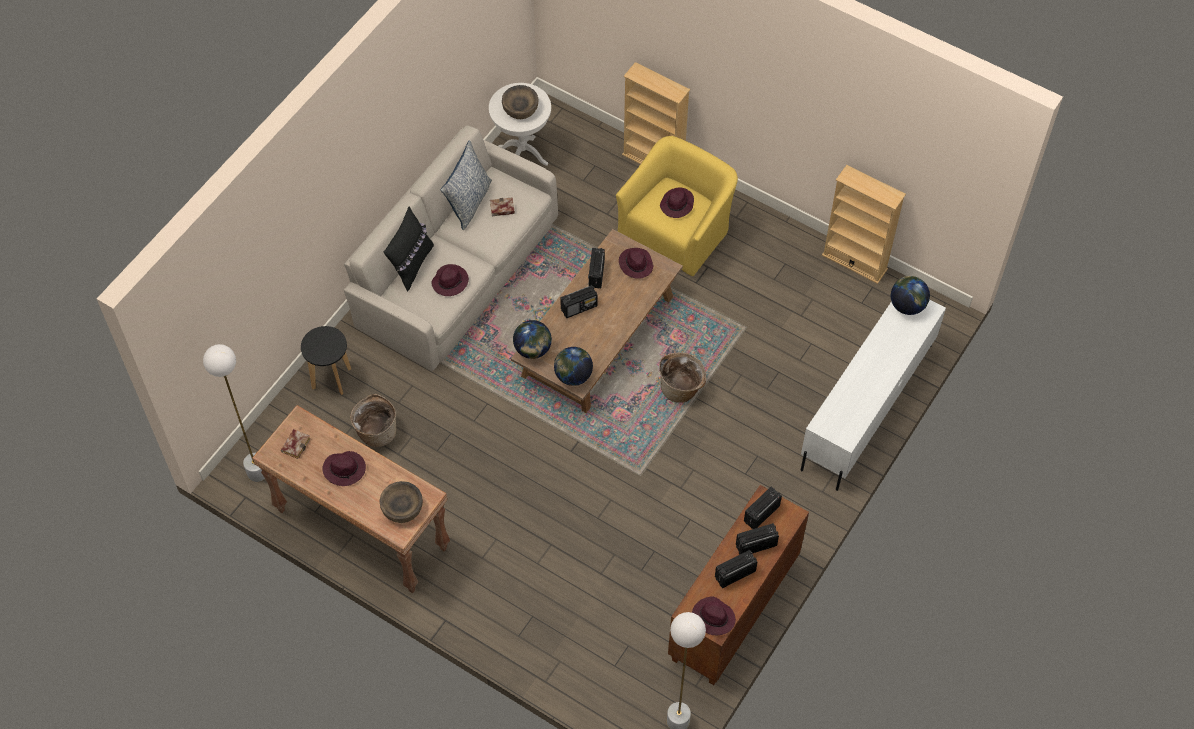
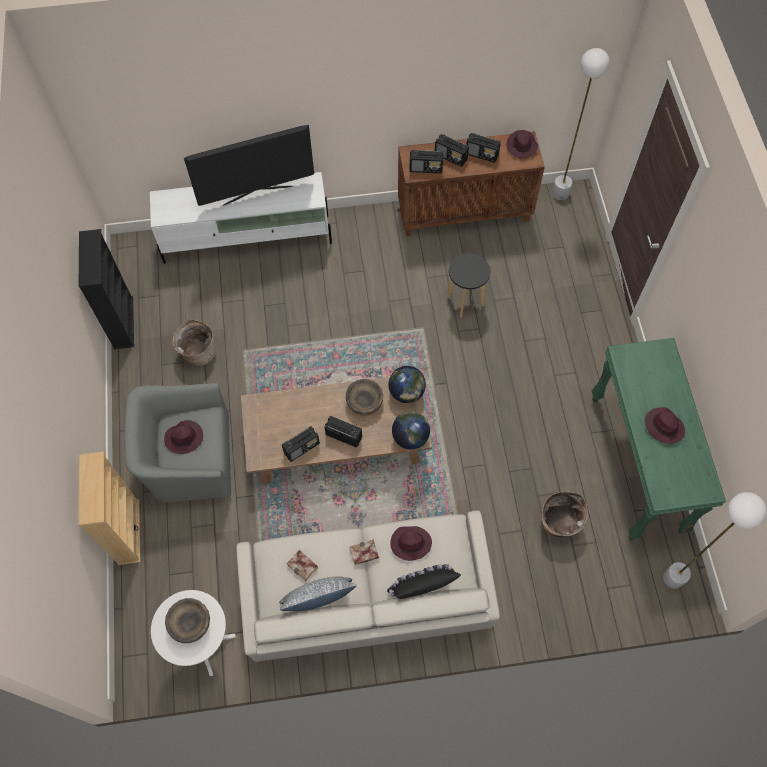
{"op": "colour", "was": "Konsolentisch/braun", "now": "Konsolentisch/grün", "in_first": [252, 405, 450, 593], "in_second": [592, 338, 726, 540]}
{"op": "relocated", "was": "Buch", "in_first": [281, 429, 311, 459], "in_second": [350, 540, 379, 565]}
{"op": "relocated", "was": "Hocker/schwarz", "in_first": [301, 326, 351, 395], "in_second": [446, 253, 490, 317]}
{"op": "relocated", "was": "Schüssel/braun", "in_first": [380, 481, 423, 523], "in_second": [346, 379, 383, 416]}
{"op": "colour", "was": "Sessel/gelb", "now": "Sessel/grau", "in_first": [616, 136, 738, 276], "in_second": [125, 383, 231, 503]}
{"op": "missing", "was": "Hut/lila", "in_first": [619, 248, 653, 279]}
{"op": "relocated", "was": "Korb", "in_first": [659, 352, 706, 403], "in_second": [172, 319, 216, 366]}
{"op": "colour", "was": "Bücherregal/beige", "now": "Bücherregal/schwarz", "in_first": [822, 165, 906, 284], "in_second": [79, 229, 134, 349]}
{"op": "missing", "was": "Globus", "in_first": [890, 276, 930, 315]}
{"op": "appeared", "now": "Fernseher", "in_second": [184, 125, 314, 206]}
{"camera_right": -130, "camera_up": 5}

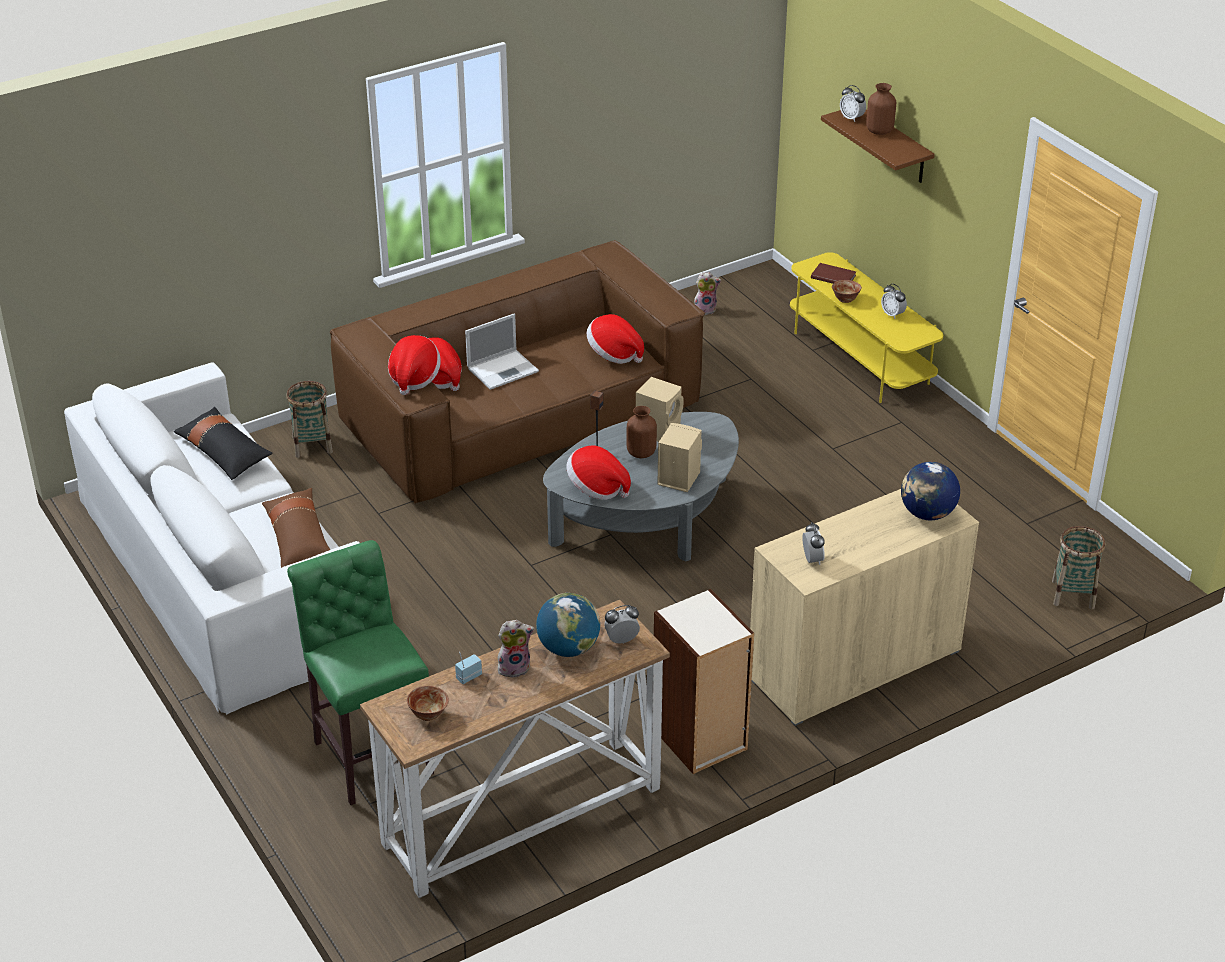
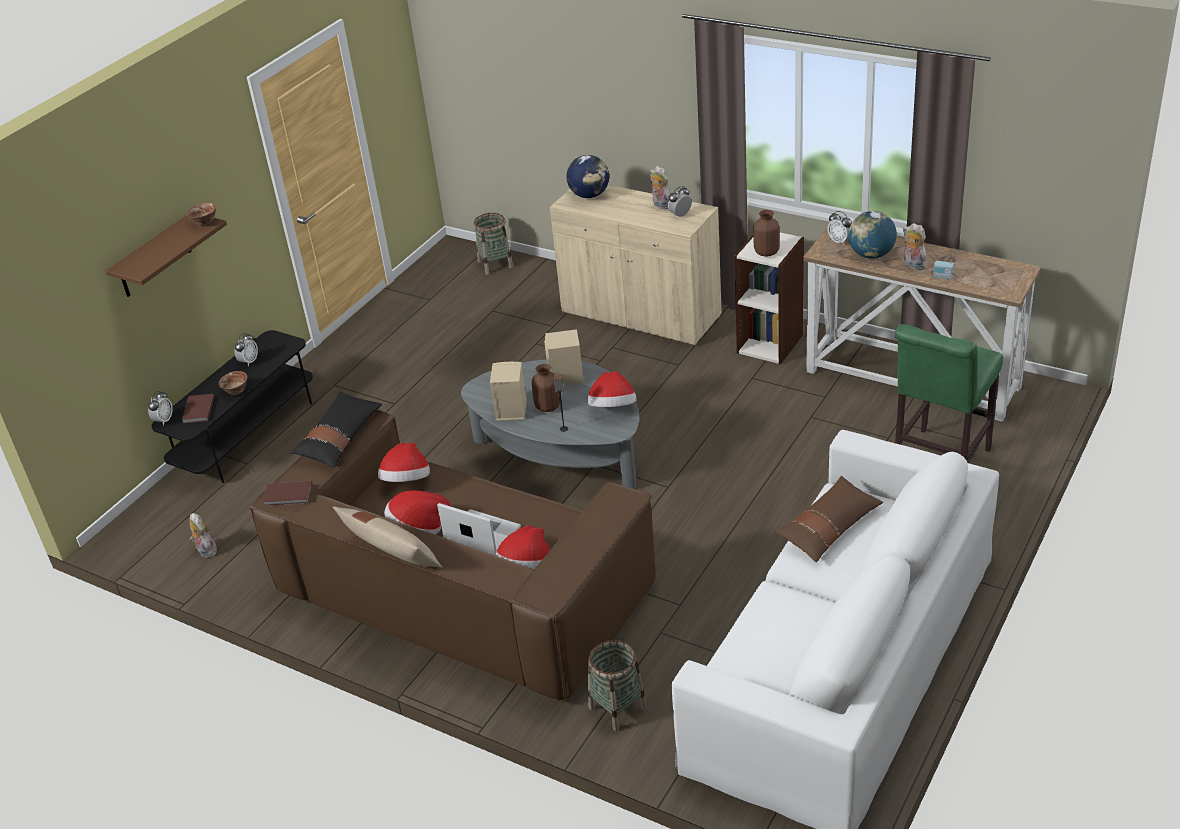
{"op": "relocated", "was": "Kissen/schwarz", "in_first": [174, 407, 273, 480], "in_second": [291, 392, 382, 468]}
{"op": "relocated", "was": "Hut", "in_first": [388, 335, 441, 395], "in_second": [384, 490, 451, 534]}
{"op": "relocated", "was": "Schüssel", "in_first": [407, 686, 449, 721], "in_second": [186, 203, 216, 226]}
{"op": "colour", "was": "Fernsehschrank/gelb", "now": "Fernsehschrank/schwarz", "in_first": [790, 252, 943, 403], "in_second": [152, 330, 313, 483]}
{"op": "relocated", "was": "Wecker", "in_first": [840, 85, 866, 122], "in_second": [148, 391, 173, 425]}
{"op": "relocated", "was": "Vase/braun", "in_first": [866, 83, 896, 135], "in_second": [753, 210, 780, 257]}
{"op": "appeared", "now": "Buch/braun", "in_second": [263, 481, 313, 506]}
{"op": "appeared", "now": "Kissen/beige", "in_second": [333, 507, 442, 568]}
{"op": "appeared", "now": "Plüschtier", "in_second": [650, 166, 671, 209]}
{"camera_right": -115, "camera_up": 0}

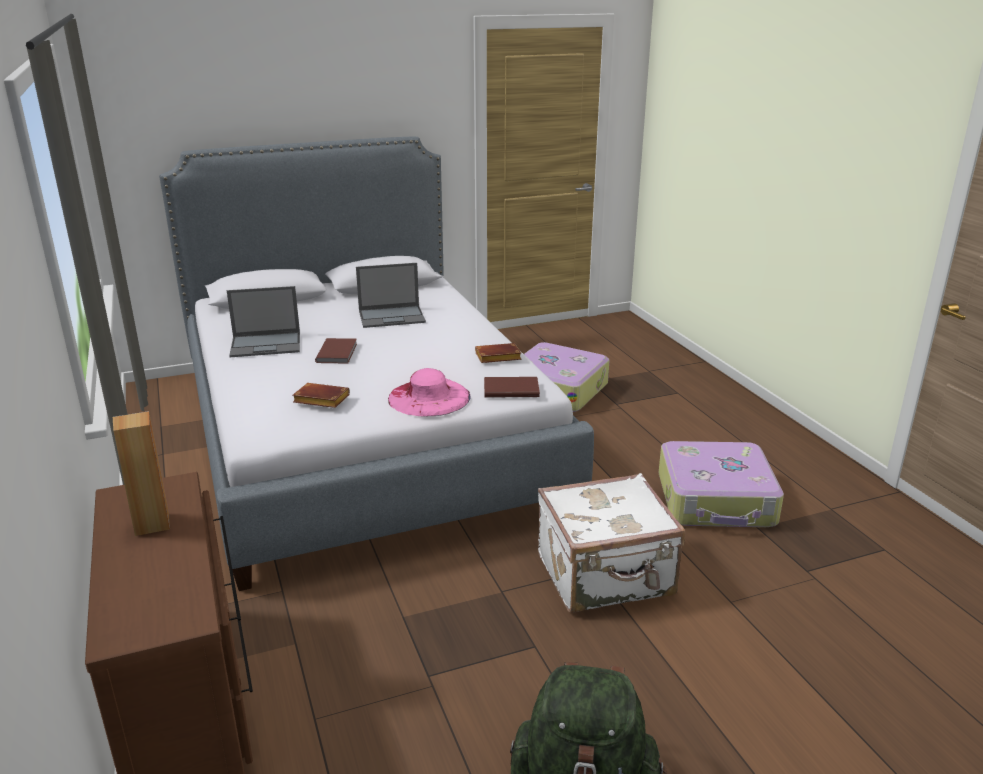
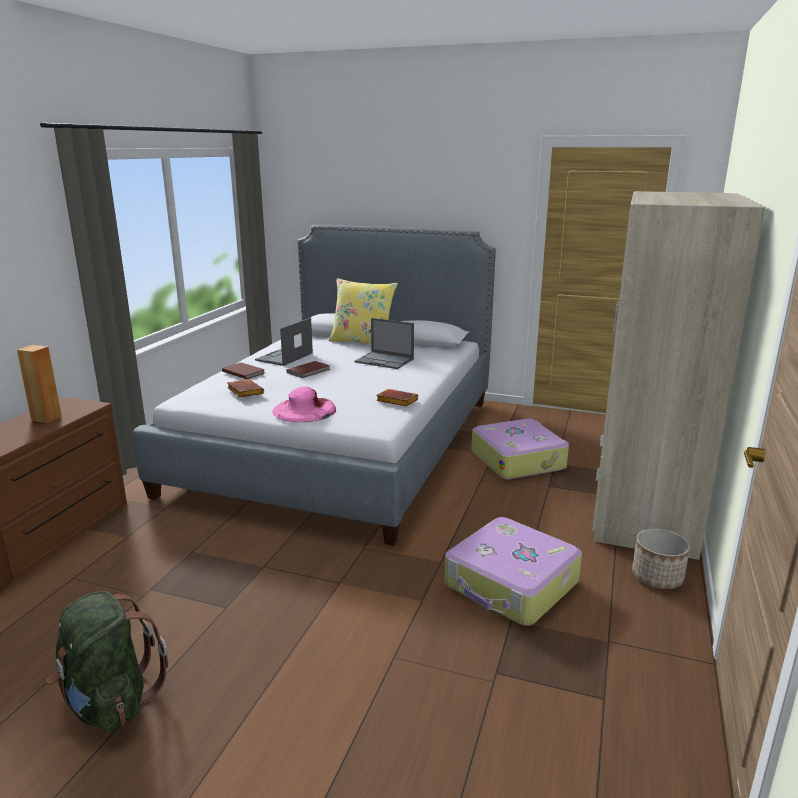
{"op": "spun", "was": "Laptop", "in_first": [227, 286, 300, 357], "in_second": [255, 318, 313, 366], "clockwise": 90}
{"op": "relocated", "was": "Buch/braun", "in_first": [484, 377, 540, 398], "in_second": [222, 362, 265, 379]}
{"op": "missing", "was": "Koffer/weiß", "in_first": [538, 473, 685, 613]}
{"op": "appeared", "now": "Kissen/gelb", "in_second": [328, 278, 398, 344]}
{"op": "appeared", "now": "Kleiderschrank/beige", "in_second": [592, 191, 765, 560]}
{"op": "appeared", "now": "Pflanzkübel", "in_second": [632, 528, 690, 589]}
{"camera_right": 40, "camera_up": -5}

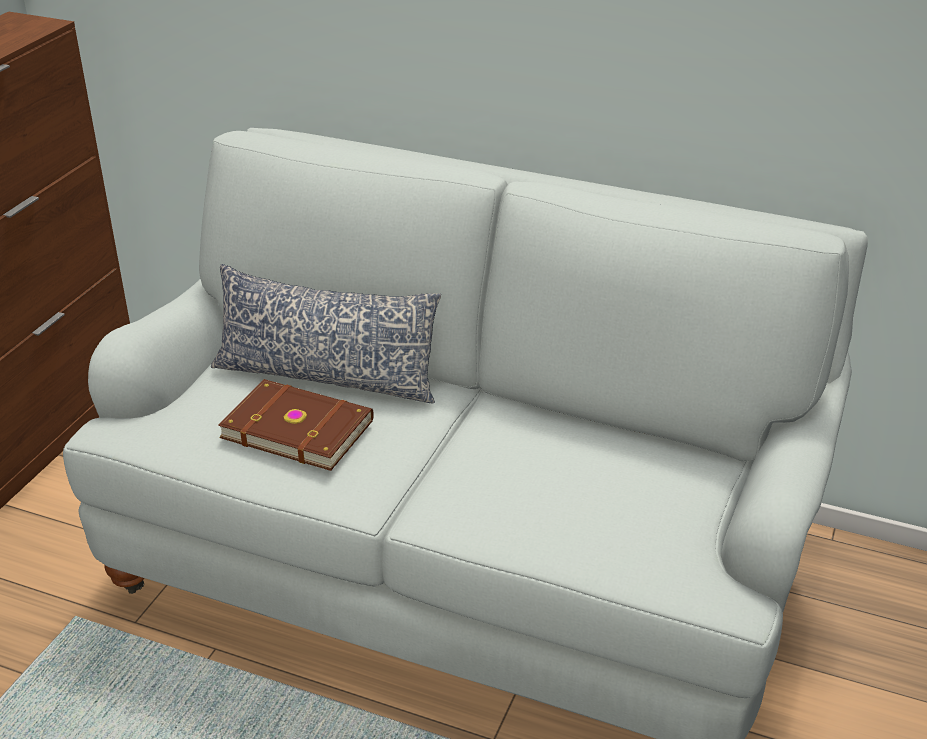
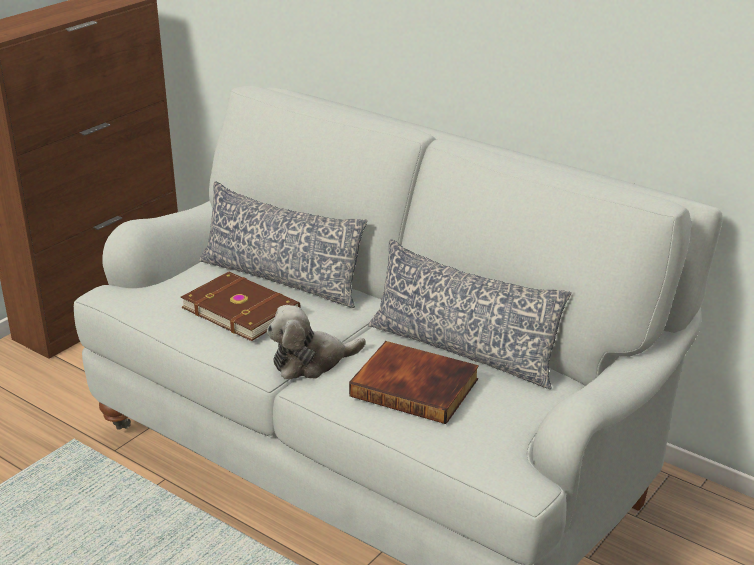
{"op": "appeared", "now": "Plüschtier", "in_second": [267, 305, 366, 379]}
{"op": "appeared", "now": "Buch", "in_second": [349, 341, 479, 424]}
{"op": "appeared", "now": "Kissen", "in_second": [368, 239, 571, 389]}
{"camera_right": 15, "camera_up": -5}

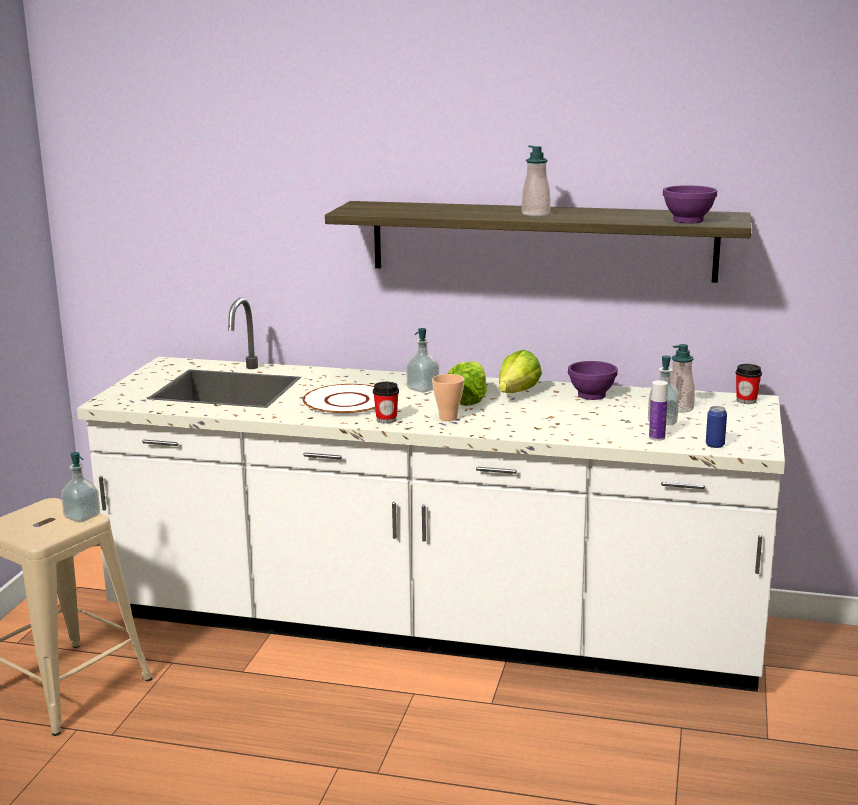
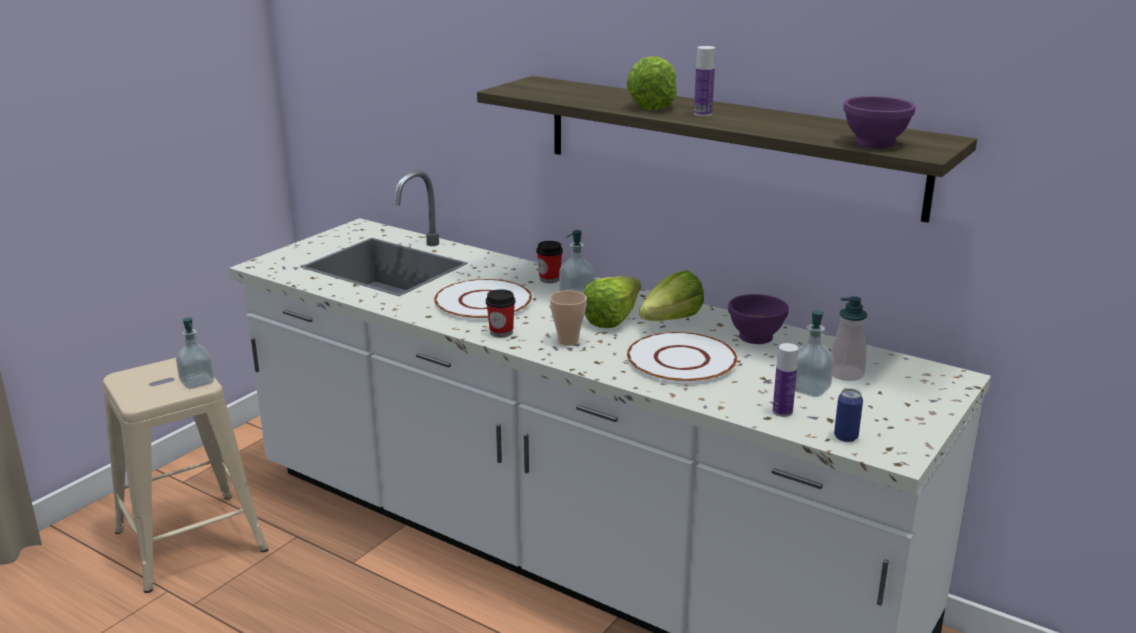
{"op": "exchanged", "was": "Seifenspender", "now": "Flasche", "in_first": [522, 146, 550, 216], "in_second": [694, 46, 715, 116]}
{"op": "relocated", "was": "Tasse", "in_first": [736, 364, 762, 404], "in_second": [536, 241, 563, 283]}
{"op": "appeared", "now": "Salatkopf", "in_second": [626, 56, 677, 110]}
{"op": "appeared", "now": "Teller/weiß", "in_second": [627, 332, 737, 383]}
{"camera_right": 20, "camera_up": 5}

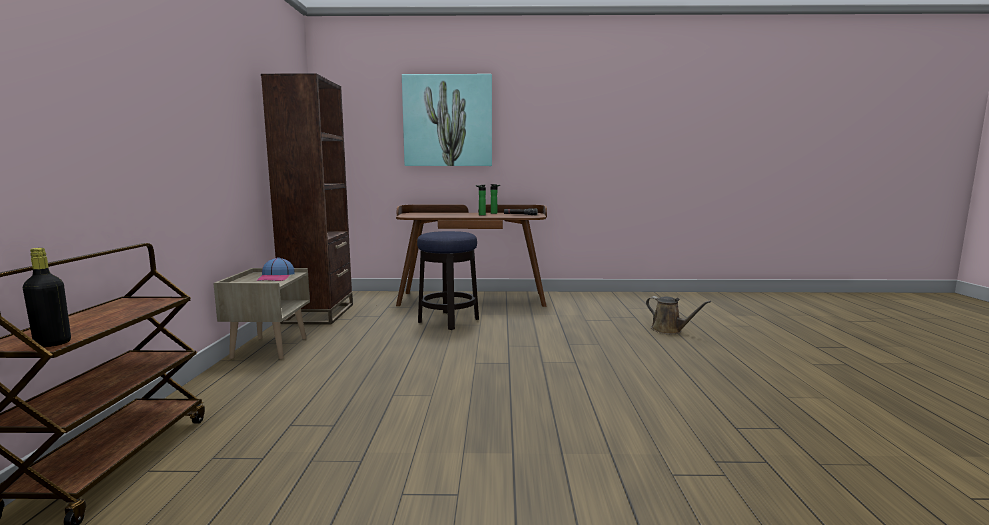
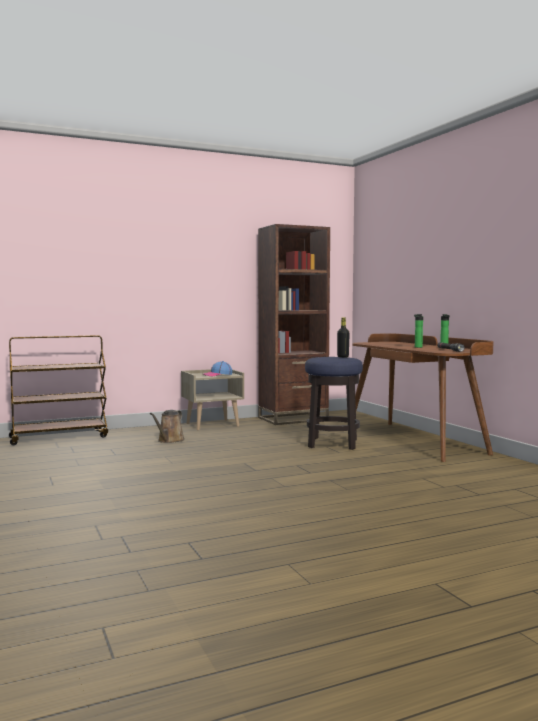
{"op": "relocated", "was": "Flasche/schwarz", "in_first": [23, 248, 71, 347], "in_second": [337, 317, 350, 357]}
{"op": "missing", "was": "Bild", "in_first": [402, 74, 492, 166]}
{"op": "relocated", "was": "Gießkanne/braun", "in_first": [646, 296, 711, 334], "in_second": [150, 410, 185, 443]}
{"camera_right": 65, "camera_up": -5}

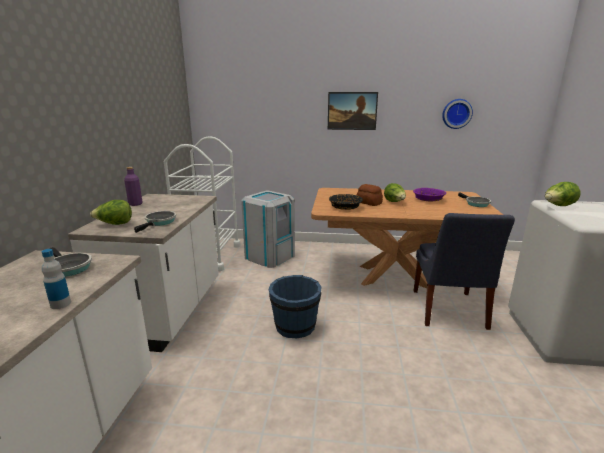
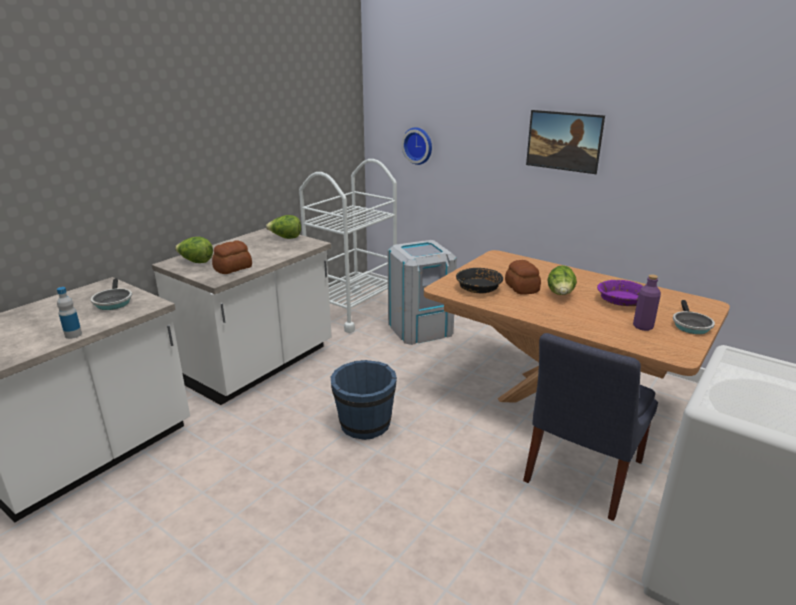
{"op": "relocated", "was": "Flasche/lila", "in_first": [124, 167, 142, 206], "in_second": [633, 275, 661, 331]}
{"op": "exchanged", "was": "Pfanne", "now": "Brot", "in_first": [134, 211, 176, 233], "in_second": [212, 240, 252, 274]}
{"op": "relocated", "was": "Wanduhr", "in_first": [442, 99, 473, 129], "in_second": [402, 127, 432, 165]}
{"op": "relocated", "was": "Salatkopf", "in_first": [545, 182, 580, 206], "in_second": [266, 215, 301, 239]}
{"camera_right": 30, "camera_up": 5}

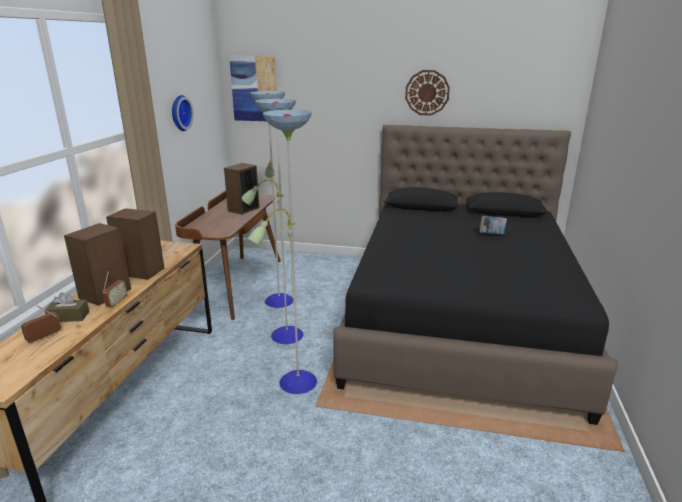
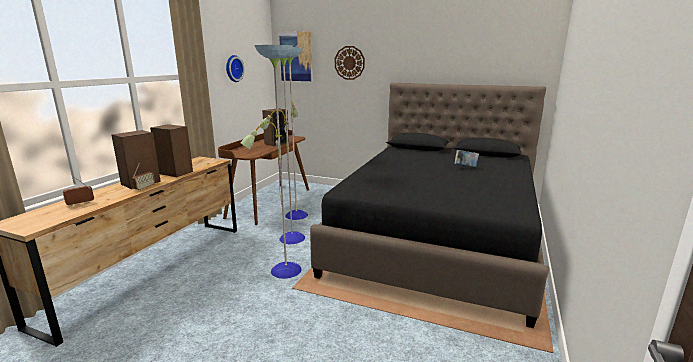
{"op": "missing", "was": "Taschentuchbox/braun", "in_first": [45, 292, 89, 322]}
{"op": "relocated", "was": "Wanduhr", "in_first": [405, 70, 450, 116], "in_second": [335, 46, 365, 80]}
{"camera_right": 10, "camera_up": -5}

